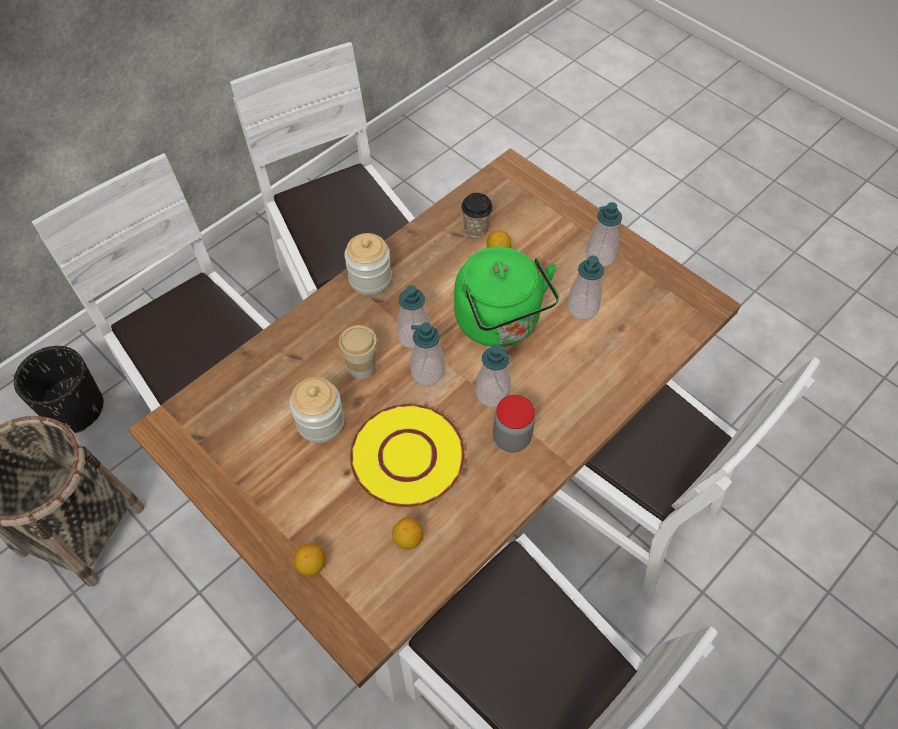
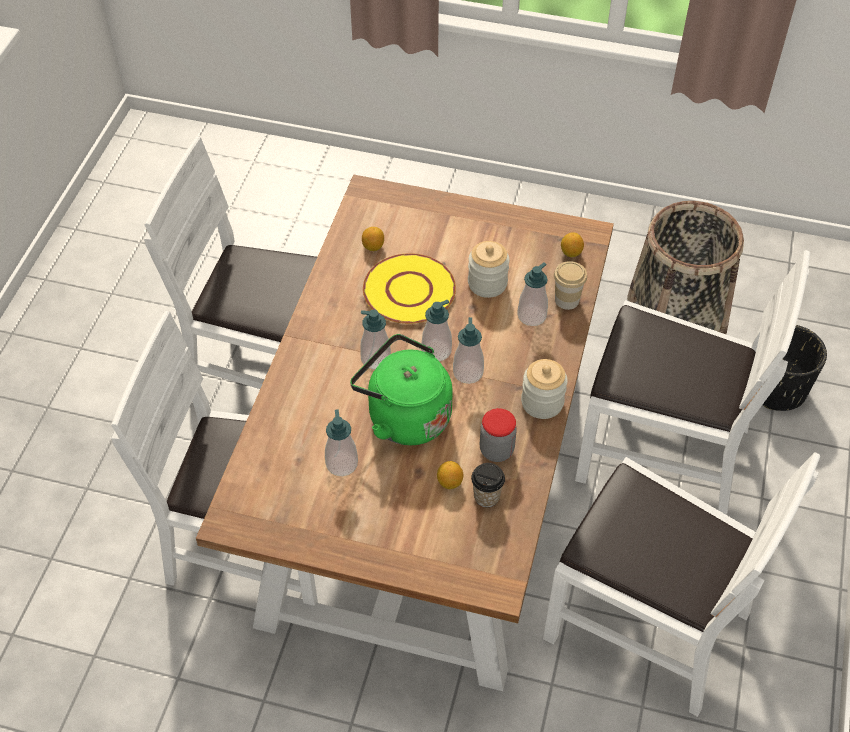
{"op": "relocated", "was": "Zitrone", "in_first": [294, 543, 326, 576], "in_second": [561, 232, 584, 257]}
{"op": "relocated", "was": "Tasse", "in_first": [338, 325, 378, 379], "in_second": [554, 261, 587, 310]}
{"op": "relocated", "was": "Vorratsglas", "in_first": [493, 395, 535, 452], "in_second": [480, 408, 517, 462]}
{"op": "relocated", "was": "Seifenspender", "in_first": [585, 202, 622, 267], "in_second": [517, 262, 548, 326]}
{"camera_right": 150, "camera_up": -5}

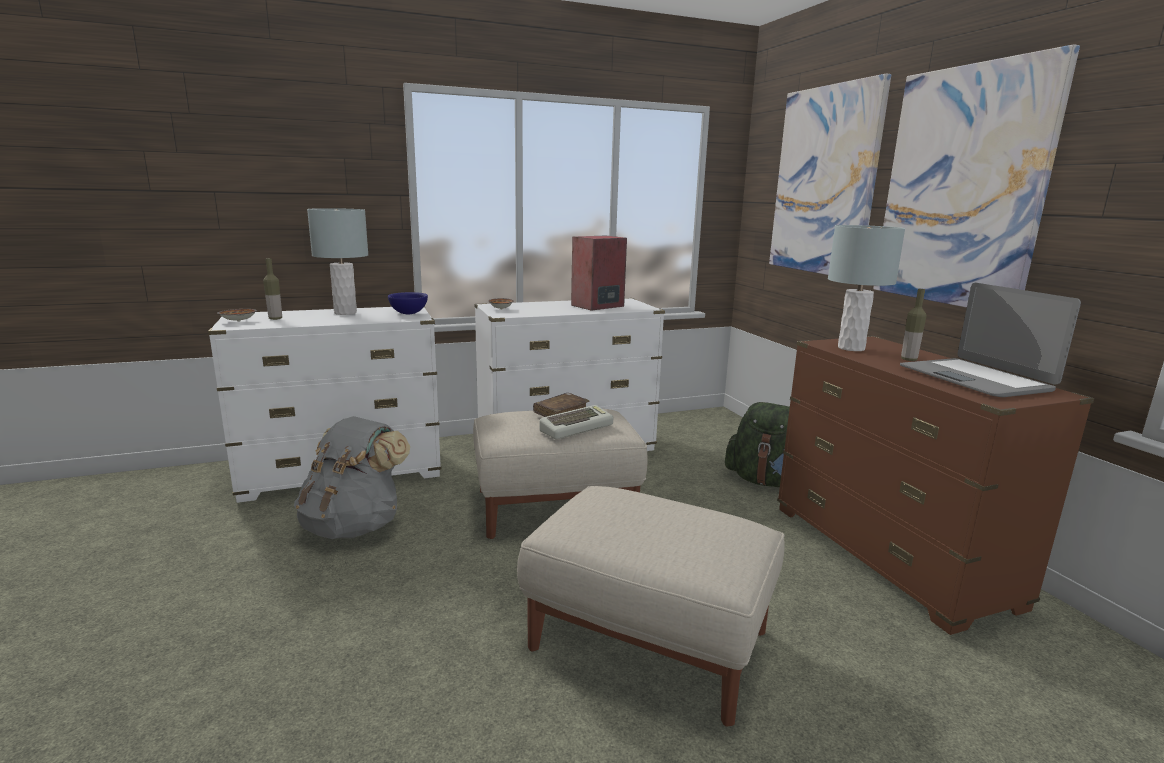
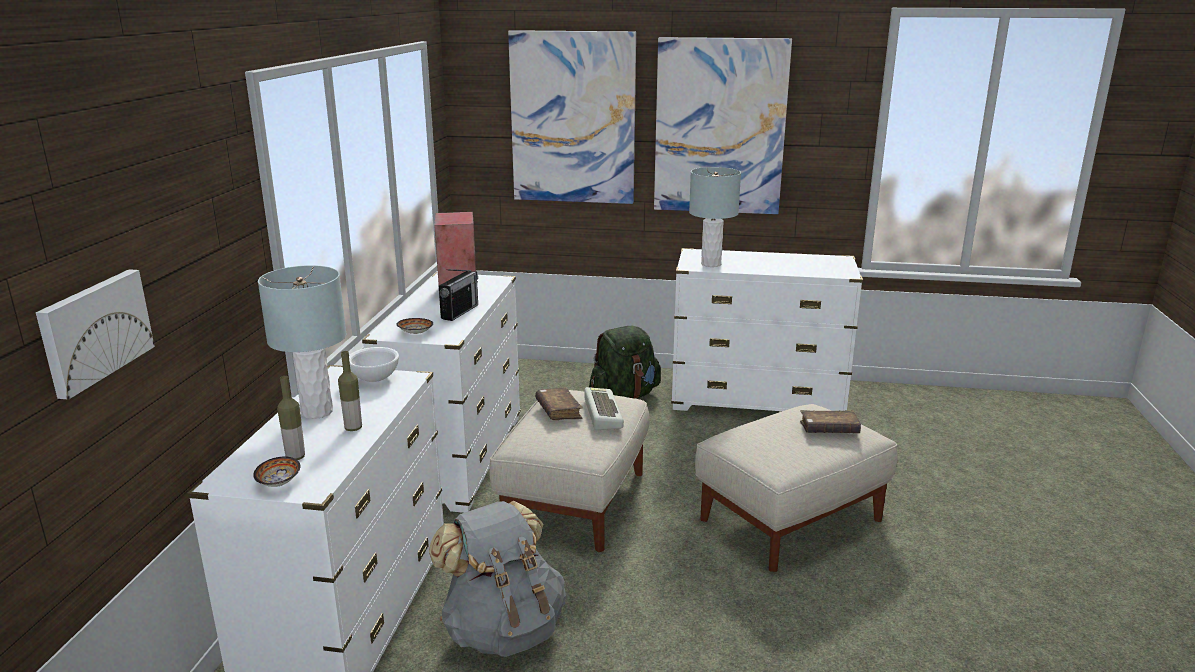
{"op": "colour", "was": "Schüssel/blau", "now": "Schüssel/weiß", "in_first": [388, 292, 428, 314], "in_second": [349, 347, 399, 382]}
{"op": "colour", "was": "Kommode/braun", "now": "Kommode/weiß", "in_first": [777, 336, 1095, 635], "in_second": [671, 248, 863, 411]}
{"op": "missing", "was": "Laptop", "in_first": [900, 283, 1081, 397]}
{"op": "relocated", "was": "Flasche", "in_first": [901, 289, 926, 361], "in_second": [338, 351, 362, 431]}
{"op": "appeared", "now": "Bild", "in_second": [36, 269, 155, 400]}
{"op": "appeared", "now": "Radio", "in_second": [439, 269, 478, 321]}
{"op": "appeared", "now": "Buch/braun", "in_second": [800, 410, 861, 433]}
{"camera_right": -60, "camera_up": 5}

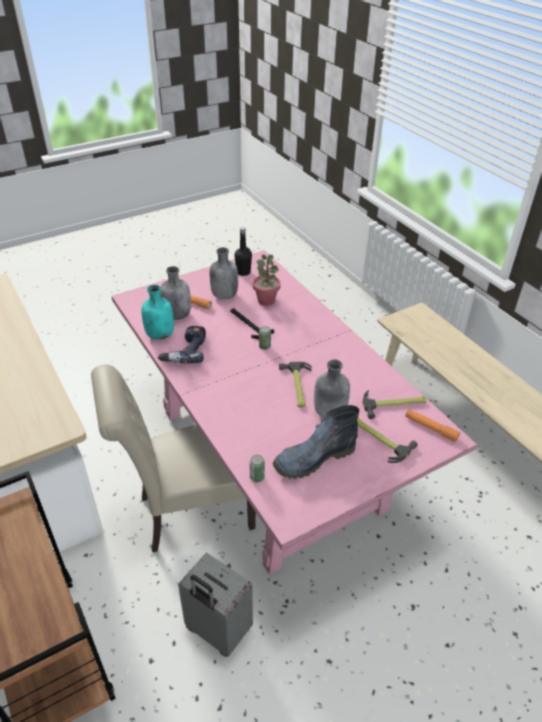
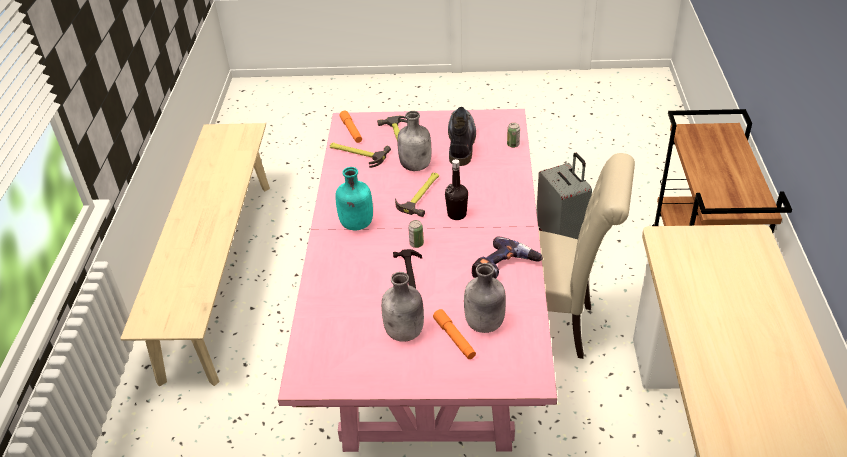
{"op": "relocated", "was": "Flasche/türkis", "in_first": [141, 285, 174, 340], "in_second": [335, 167, 373, 230]}
{"op": "relocated", "was": "Flasche/schwarz", "in_first": [234, 227, 252, 276], "in_second": [445, 159, 468, 220]}
{"op": "missing", "was": "Topfpflanze", "in_first": [253, 255, 281, 306]}
{"op": "spun", "was": "Stiefel", "in_first": [273, 405, 359, 479], "in_second": [448, 107, 476, 166], "clockwise": -90}
{"camera_right": -145, "camera_up": 0}

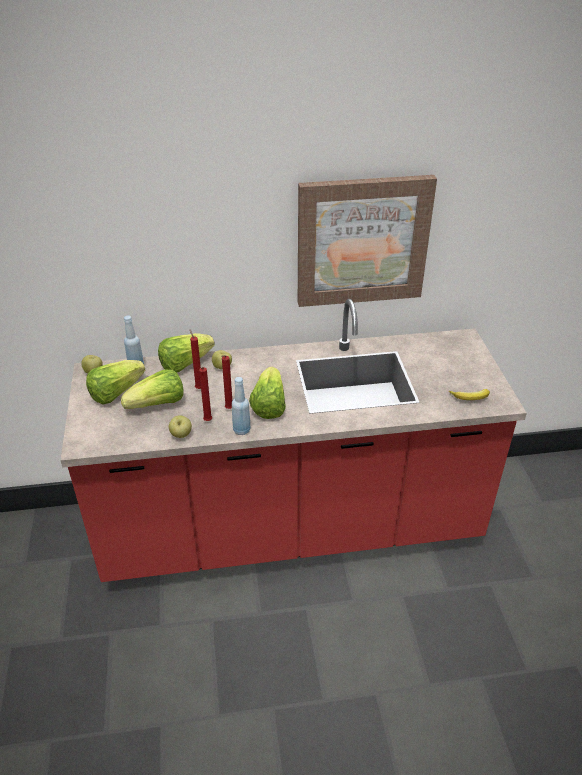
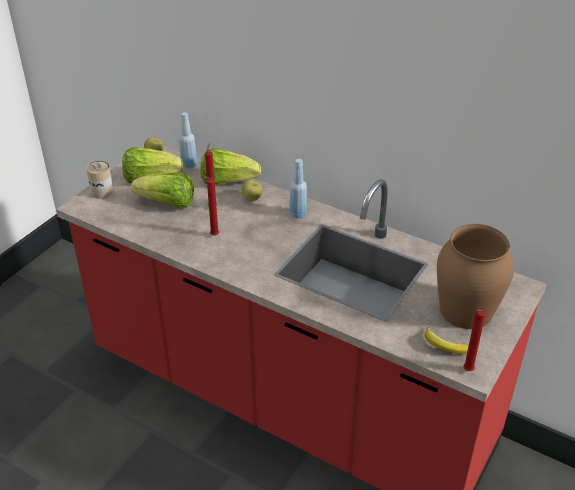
{"op": "missing", "was": "Apfel", "in_first": [169, 415, 192, 438]}
{"op": "relocated", "was": "Kerze/rot", "in_first": [199, 367, 212, 421], "in_second": [463, 309, 486, 371]}
{"op": "relocated", "was": "Flasche/blau", "in_first": [232, 377, 251, 435], "in_second": [290, 159, 307, 218]}
{"op": "missing", "was": "Salatkopf", "in_first": [249, 367, 286, 419]}
{"op": "missing", "was": "Bild", "in_first": [298, 175, 437, 307]}
{"op": "appeared", "now": "Dose", "in_second": [86, 161, 114, 199]}
{"op": "appeared", "now": "Vase/braun", "in_second": [437, 224, 514, 329]}
{"camera_right": 40, "camera_up": 0}

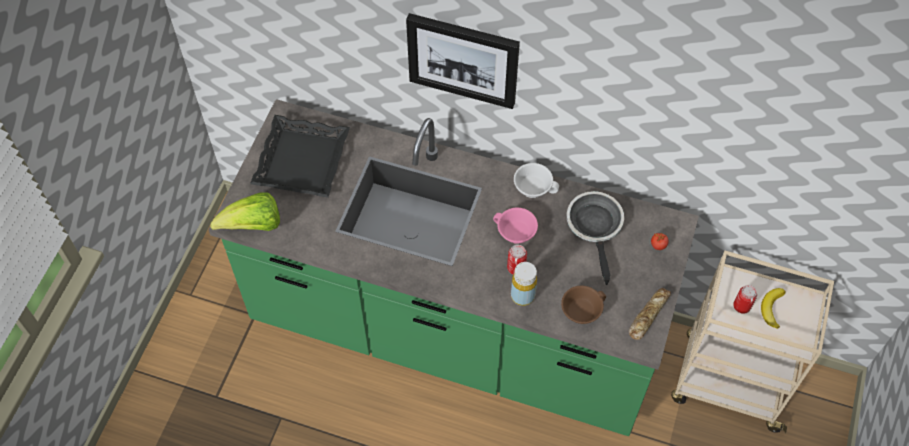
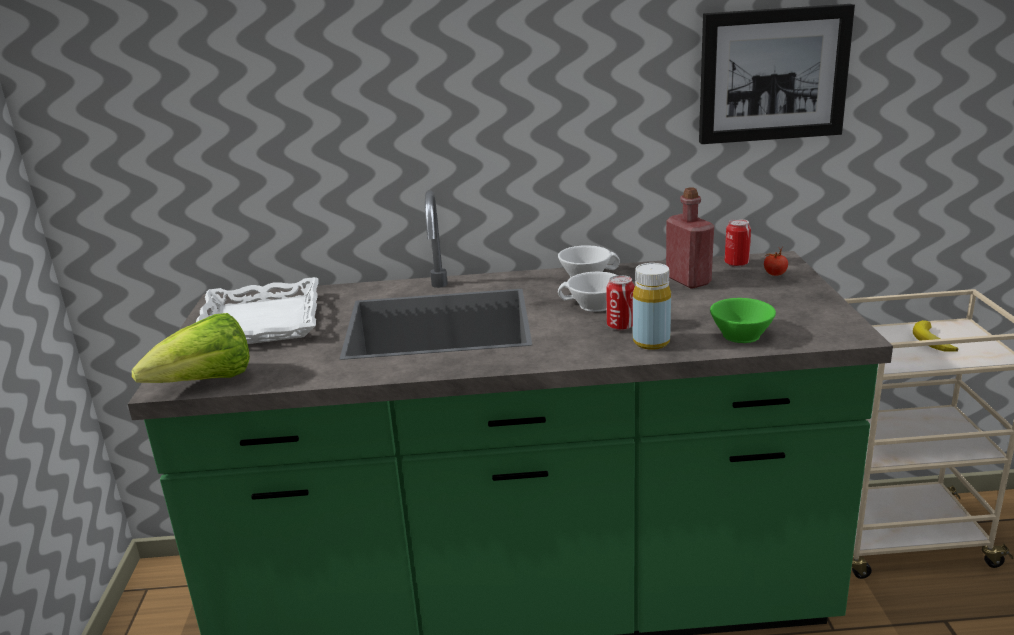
{"op": "colour", "was": "Tablett/schwarz", "now": "Tablett/weiß", "in_first": [250, 115, 350, 198], "in_second": [196, 277, 319, 344]}
{"op": "relocated", "was": "Bild", "in_first": [406, 13, 520, 109], "in_second": [699, 4, 855, 144]}
{"op": "colour", "was": "Tasse/rosa", "now": "Tasse/weiß", "in_first": [493, 208, 538, 244], "in_second": [558, 272, 617, 312]}
{"op": "colour", "was": "Tasse/braun", "now": "Tasse/grün", "in_first": [561, 286, 606, 324], "in_second": [710, 298, 776, 343]}
{"op": "exchanged", "was": "Pfanne", "now": "Flasche/rot", "in_first": [567, 191, 624, 285], "in_second": [666, 187, 714, 289]}
{"op": "missing", "was": "Brot", "in_first": [629, 288, 671, 340]}
{"op": "relocated", "was": "Dose", "in_first": [733, 285, 757, 314], "in_second": [725, 219, 751, 267]}
{"camera_right": -20, "camera_up": -35}

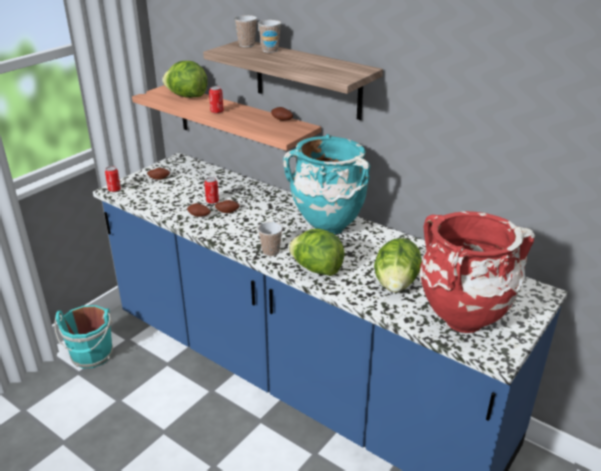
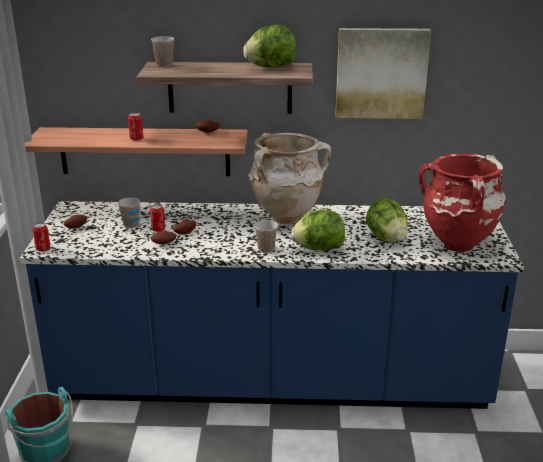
{"op": "relocated", "was": "Salatkopf", "in_first": [162, 61, 208, 98], "in_second": [243, 25, 296, 67]}
{"op": "relocated", "was": "Tasse", "in_first": [258, 20, 281, 53], "in_second": [118, 197, 140, 228]}
{"op": "colour", "was": "Vase/türkis", "now": "Vase/beige", "in_first": [283, 134, 370, 235], "in_second": [249, 133, 331, 224]}
{"op": "appeared", "now": "Bild", "in_second": [335, 28, 431, 119]}
{"camera_right": -35, "camera_up": -5}

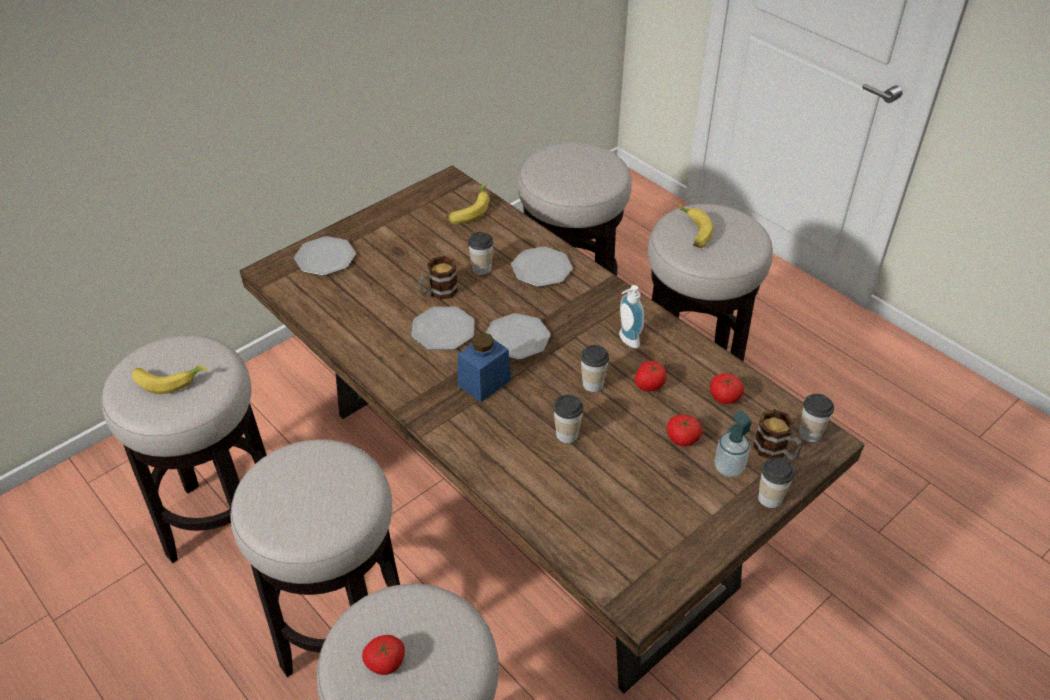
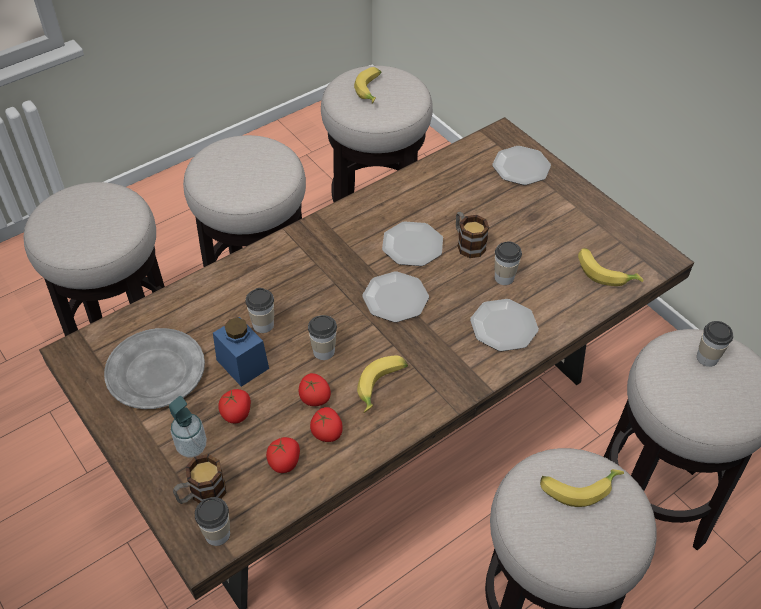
{"op": "relocated", "was": "Tomate", "in_first": [362, 635, 405, 675], "in_second": [310, 407, 343, 442]}
{"op": "relocated", "was": "Vorratsglas/blau", "in_first": [458, 332, 511, 402], "in_second": [213, 317, 269, 387]}
{"op": "exchanged", "was": "Seifenspender", "now": "Banane", "in_first": [619, 285, 644, 348], "in_second": [357, 356, 408, 413]}
{"op": "relocated", "was": "Tasse", "in_first": [758, 457, 794, 508], "in_second": [697, 321, 733, 367]}
{"op": "appeared", "now": "Teller/grau", "in_second": [104, 328, 205, 409]}
{"camera_right": 95, "camera_up": 5}

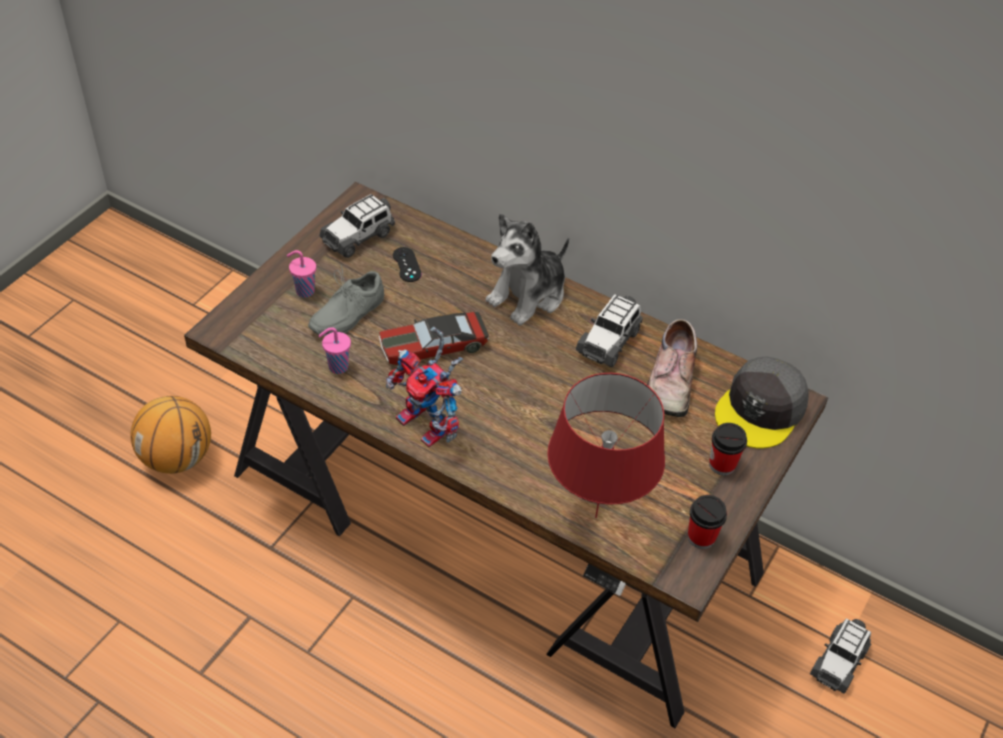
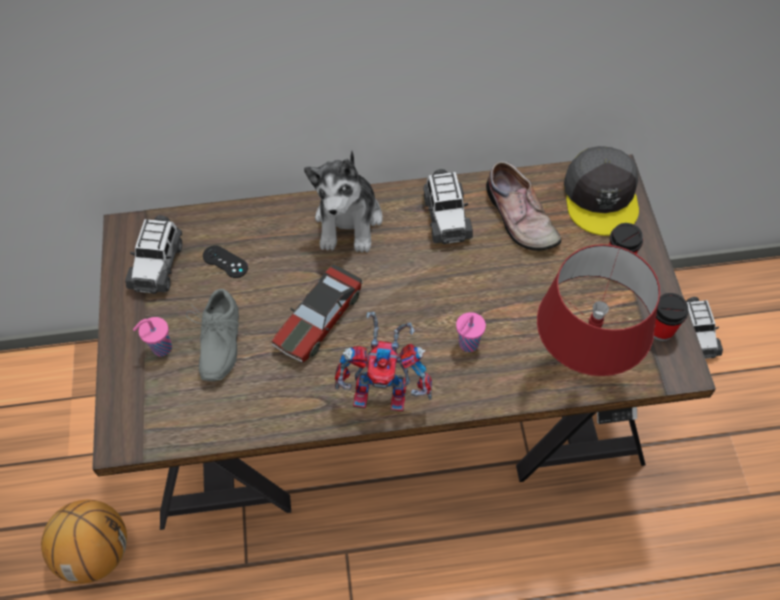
{"op": "relocated", "was": "Tasse/rosa", "in_first": [318, 327, 351, 374], "in_second": [456, 312, 486, 352]}
{"camera_right": -35, "camera_up": 10}

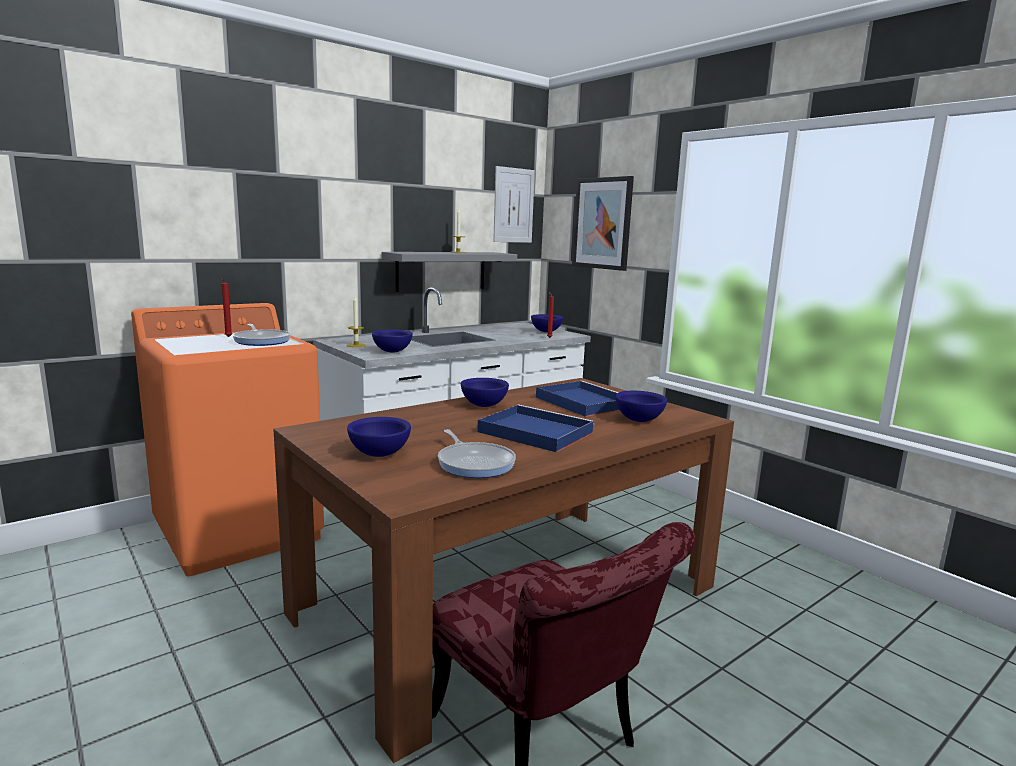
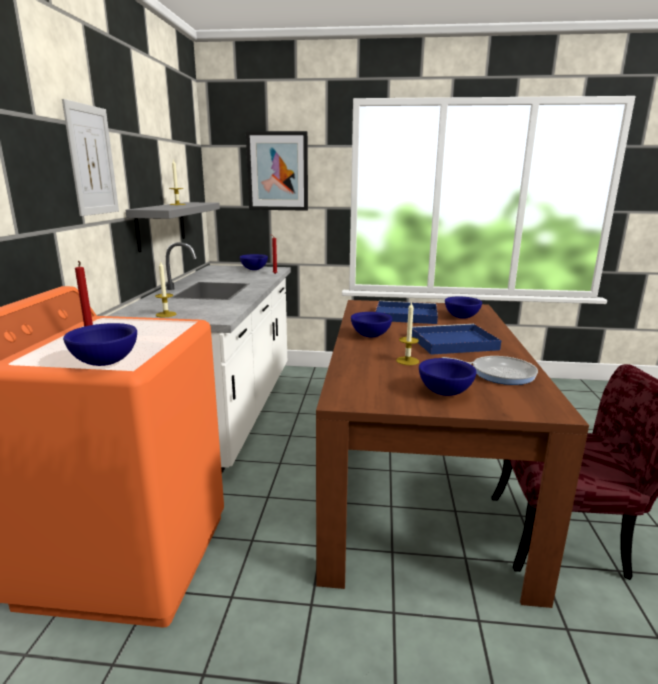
{"op": "missing", "was": "Pfanne", "in_first": [232, 324, 291, 346]}
{"op": "relocated", "was": "Schüssel/blau", "in_first": [372, 330, 413, 353], "in_second": [63, 323, 137, 366]}
{"op": "relocated", "was": "Bild", "in_first": [493, 166, 535, 243], "in_second": [62, 99, 119, 216]}
{"op": "appeared", "now": "Kerze", "in_second": [396, 301, 419, 365]}
{"camera_right": -45, "camera_up": 5}

